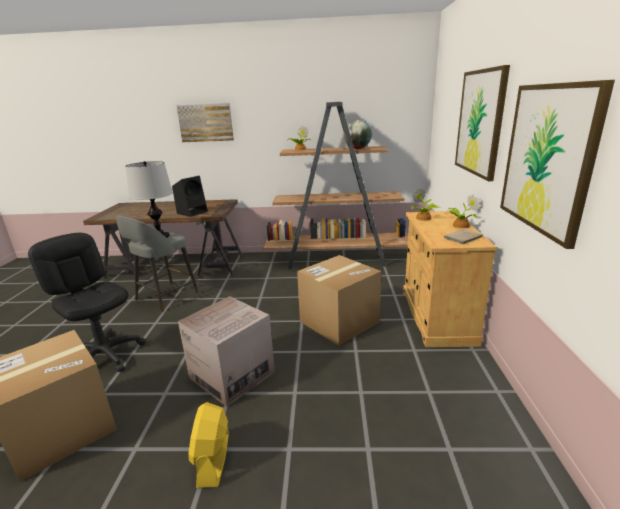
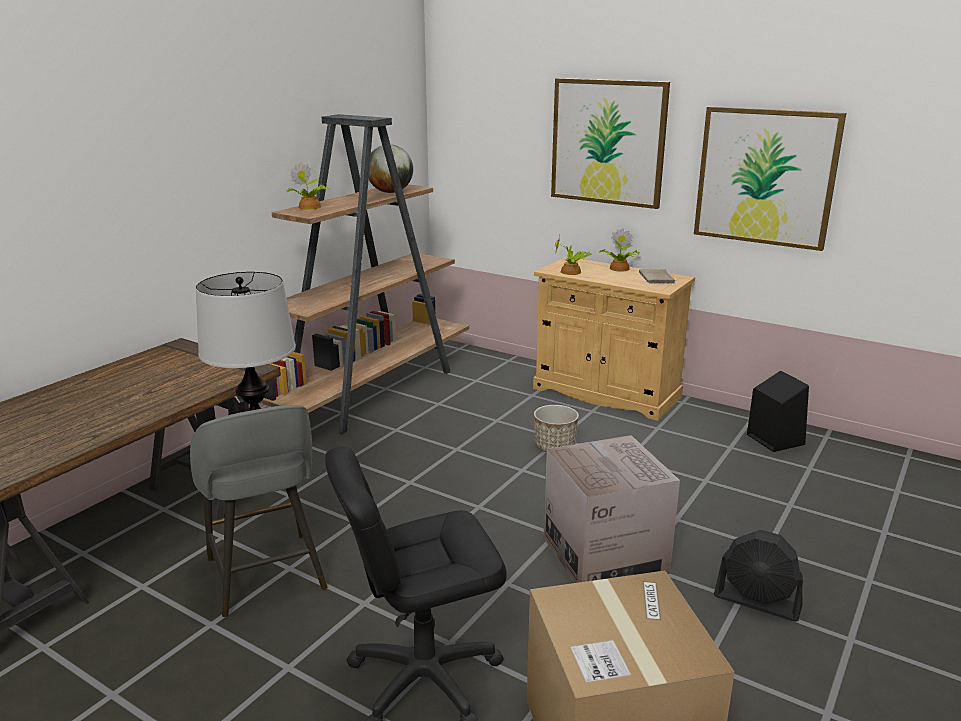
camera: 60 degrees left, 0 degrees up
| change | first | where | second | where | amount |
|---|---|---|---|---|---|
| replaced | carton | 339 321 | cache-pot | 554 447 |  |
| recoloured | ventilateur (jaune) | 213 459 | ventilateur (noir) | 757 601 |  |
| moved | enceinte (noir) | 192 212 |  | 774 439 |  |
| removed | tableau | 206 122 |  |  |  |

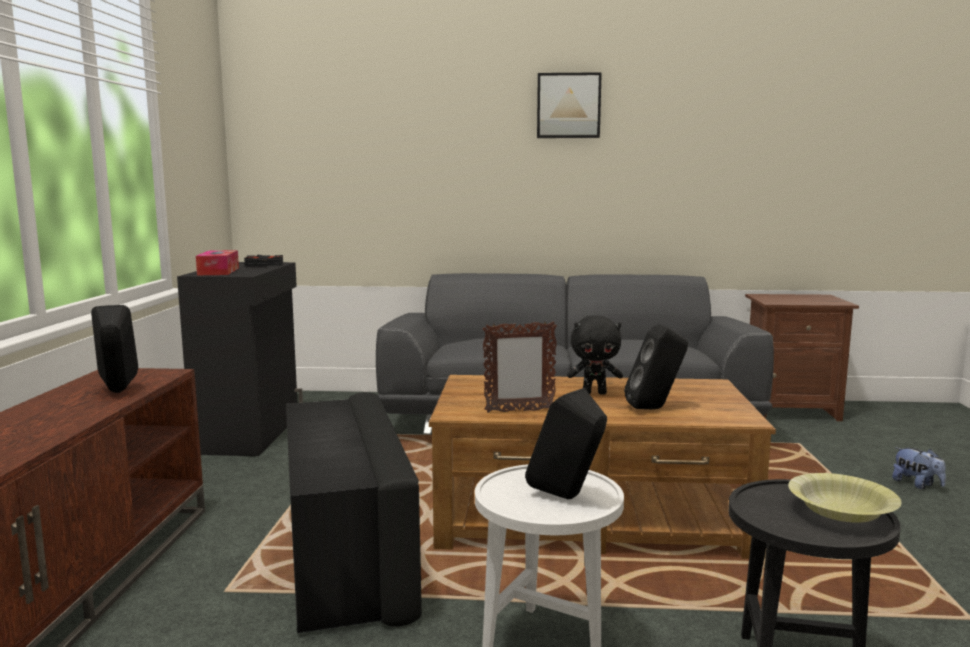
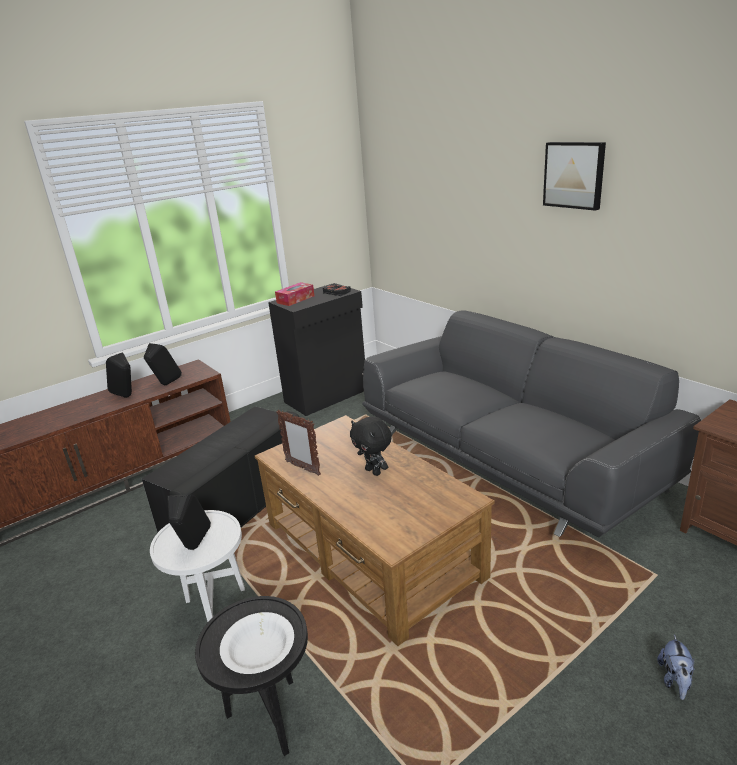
camera: 50 degrees right, 15 degrees up
| change | first | where | second | where | amount |
|---|---|---|---|---|---|
| moved | enceinte (noir) | 655 408 |  | 127 397 |  |
| recoloured | bol (jaune) | 841 510 | bol (blanc) | 259 651 |  |

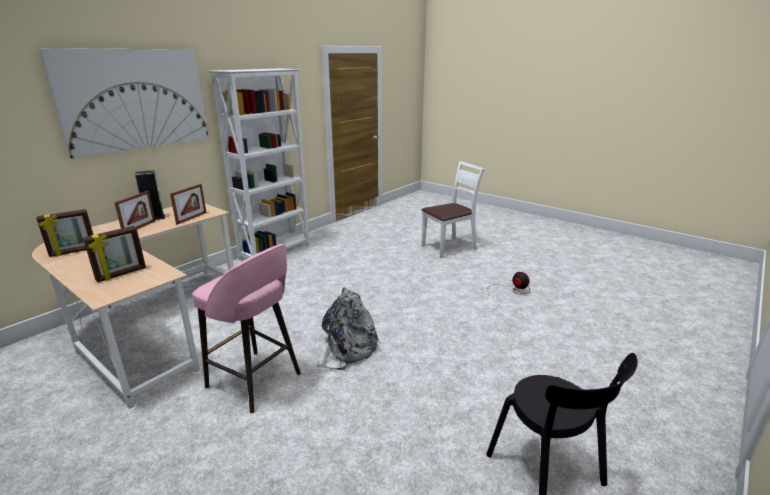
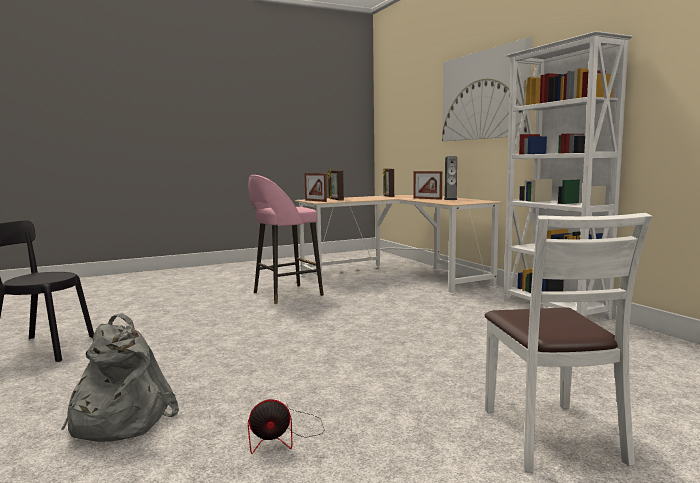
camera: 115 degrees right, 15 degrees down
| change | first | where | second | where | amount |
|---|---|---|---|---|---|
| moved | sac à dos (gris) | 348 349 |  | 118 420 |  |
| moved | cadre photo | 191 218 |  | 315 201 |  |

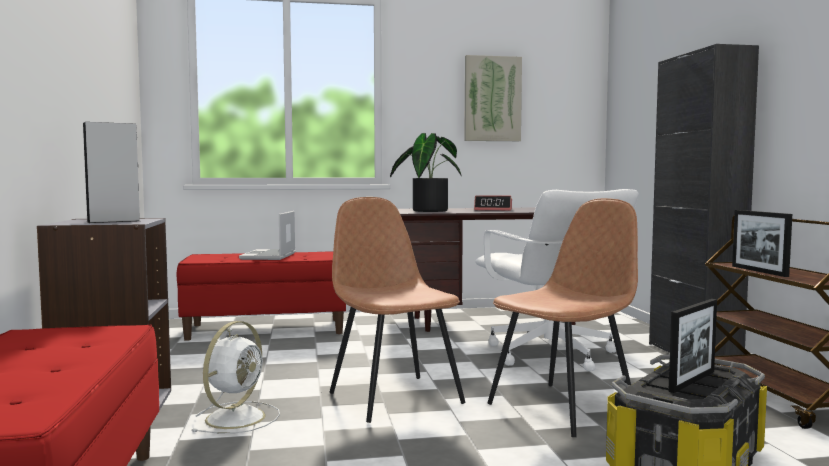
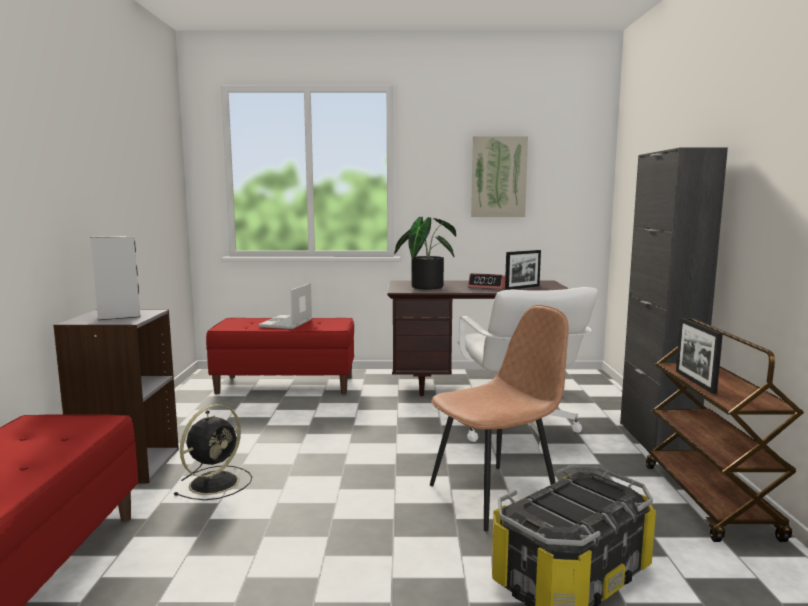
camera: 10 degrees right, 5 degrees up
| change | first | where | second | where | amount |
|---|---|---|---|---|---|
| recoloured | ventilateur (blanc) | 237 417 | ventilateur (noir) | 216 482 |  |
| moved | cadre photo | 692 381 |  | 522 287 |  |
| removed | chaise (marron) | 394 397 |  |  |  |

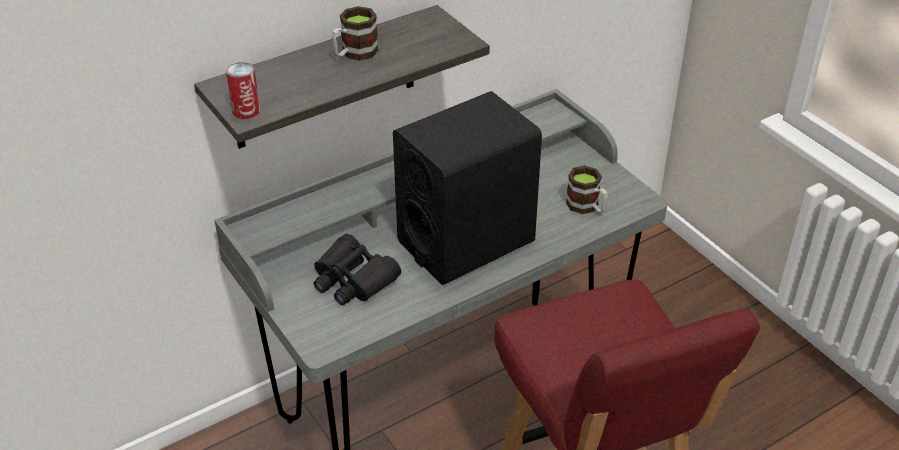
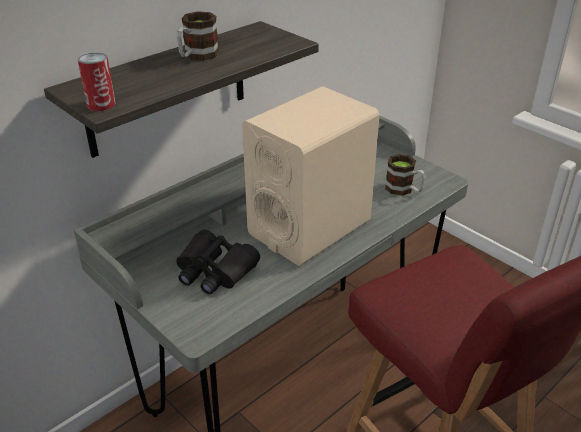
camera: 10 degrees left, 5 degrees down
| change | first | where | second | where | amount |
|---|---|---|---|---|---|
| recoloured | enceinte (noir) | 466 241 | enceinte (beige) | 310 227 |  |

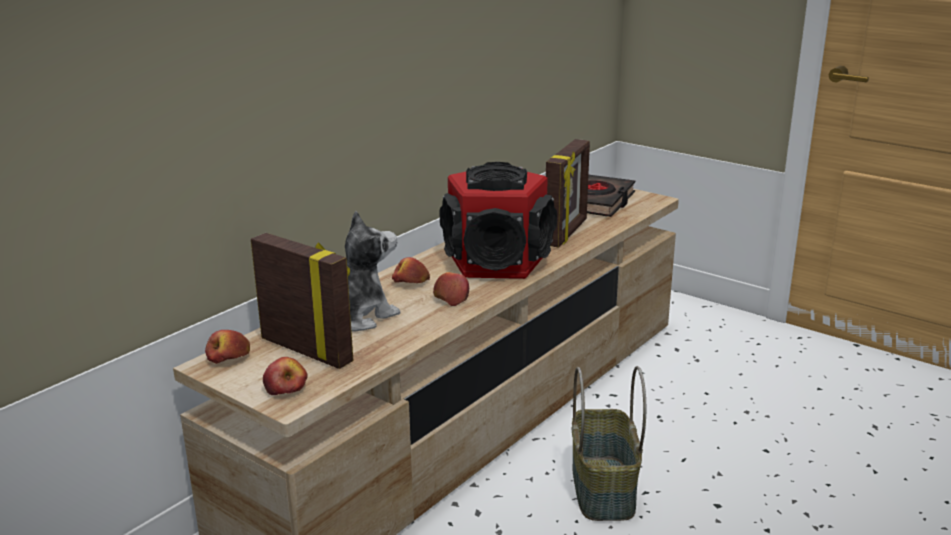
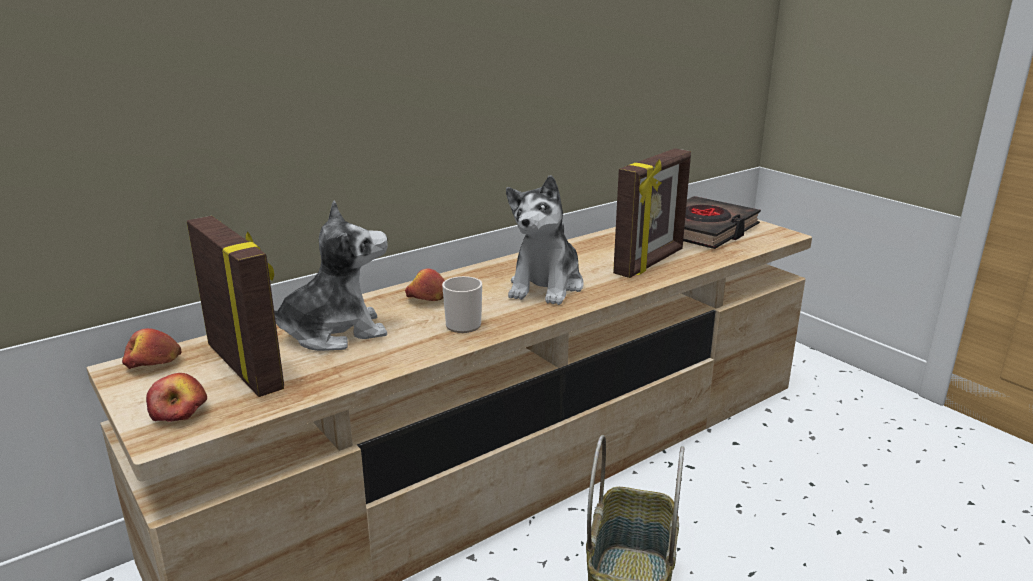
camera: 15 degrees right, 0 degrees up
| change | first | where | second | where | amount |
|---|---|---|---|---|---|
| replaced | pomme | 451 297 | mug | 461 323 |  |
| replaced | enceinte | 497 261 | peluche | 546 286 |  |

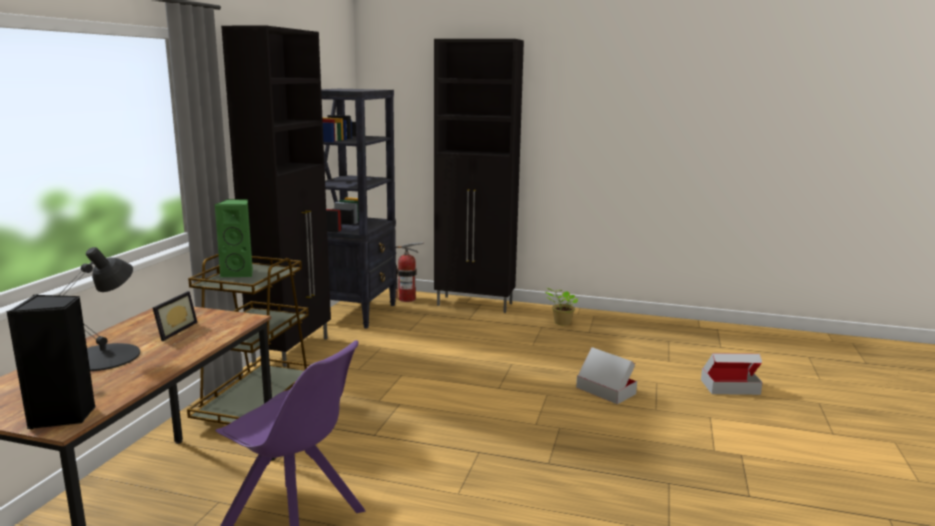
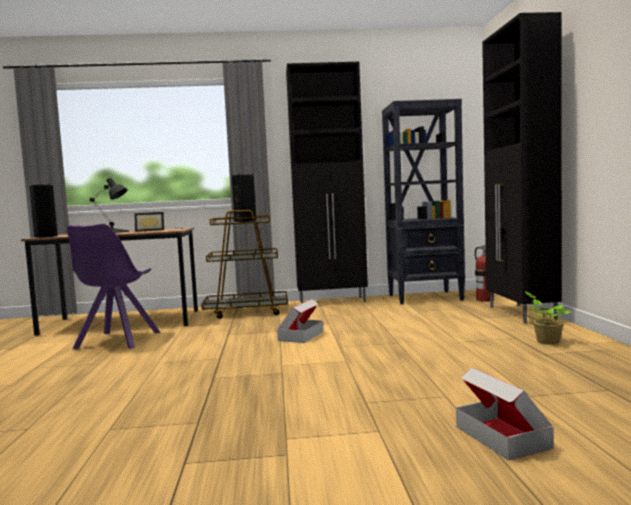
camera: 70 degrees right, 10 degrees down
| change | first | where | second | where | amount |
|---|---|---|---|---|---|
| recoloured | enceinte (vert) | 239 273 | enceinte (noir) | 245 221 |  |
| moved | carton | 605 390 |  | 301 336 |  |

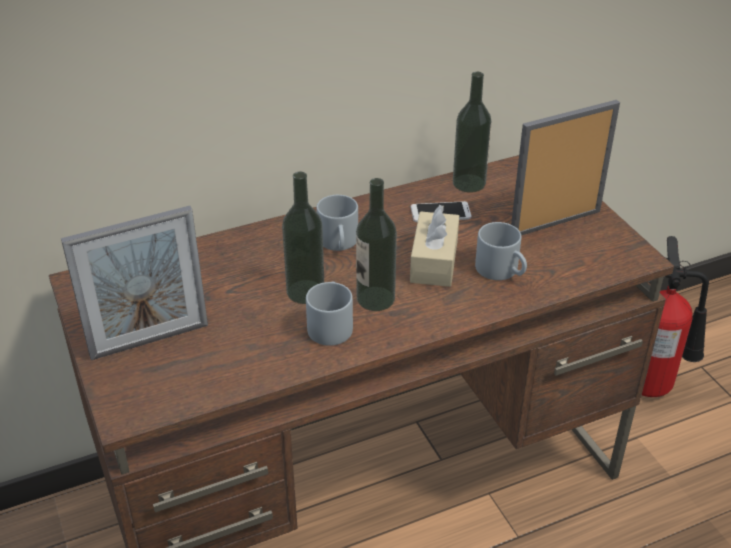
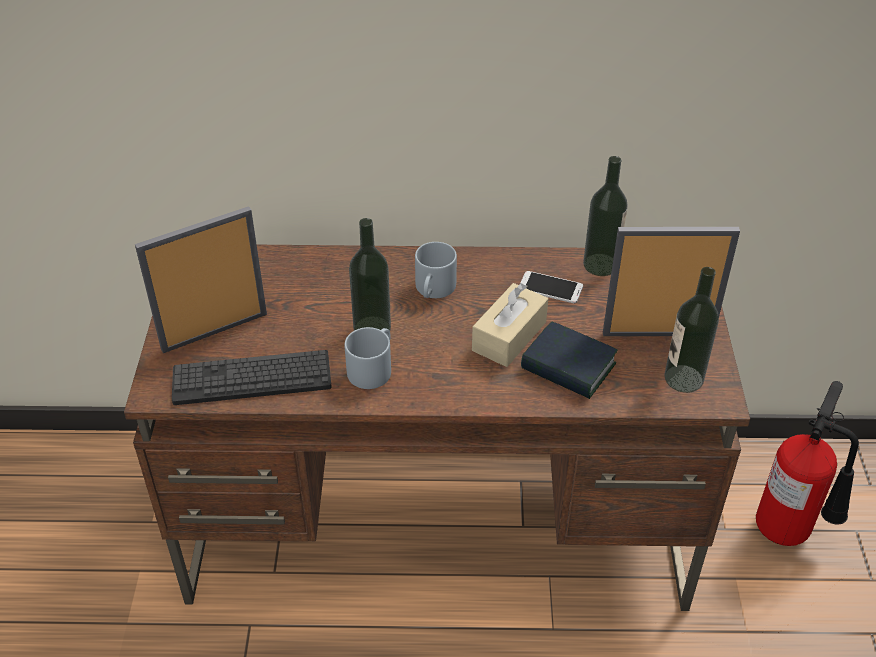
camera: 25 degrees right, 5 degrees up
| change | first | where | second | where | amount |
|---|---|---|---|---|---|
| turned | cadre photo | 149 340 |  | 214 331 | 150 degrees clockwise |
| added |  |  | clavier | 252 379 |  |
| replaced | mug (gris) | 502 270 | livre | 568 367 |  |
| moved | bouteille | 375 299 |  | 683 378 |  |

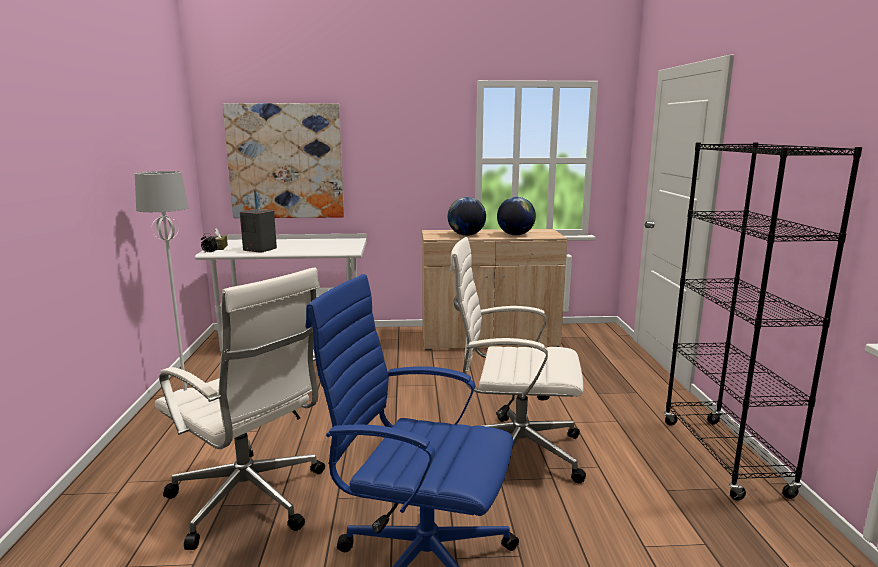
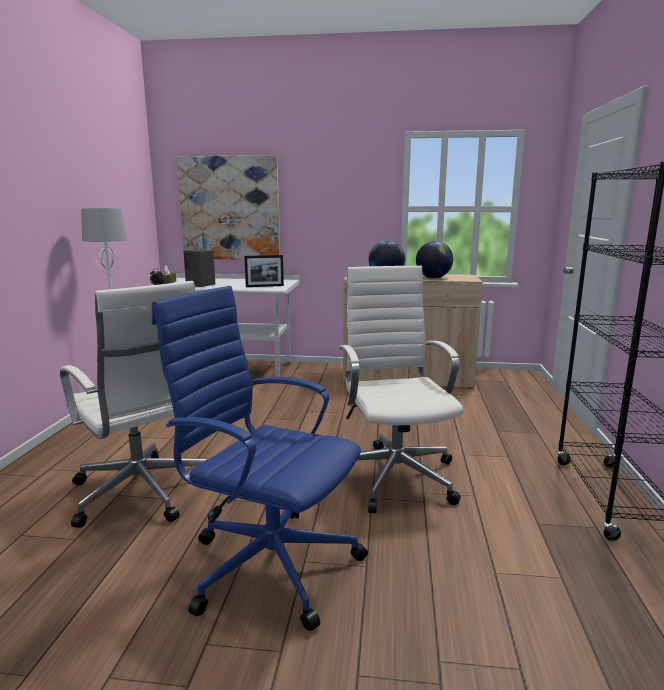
camera: 10 degrees right, 0 degrees up
| change | first | where | second | where | amount |
|---|---|---|---|---|---|
| added |  |  | cadre photo | 264 286 |  |
| turned | chaise de bureau (blanc) | 514 452 |  | 394 475 | 60 degrees clockwise |

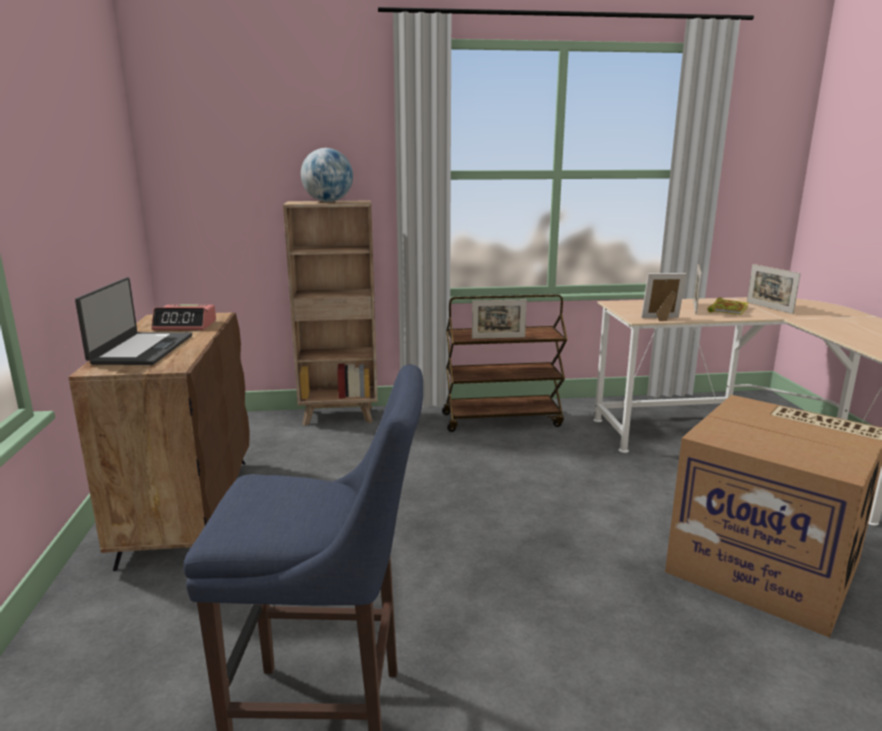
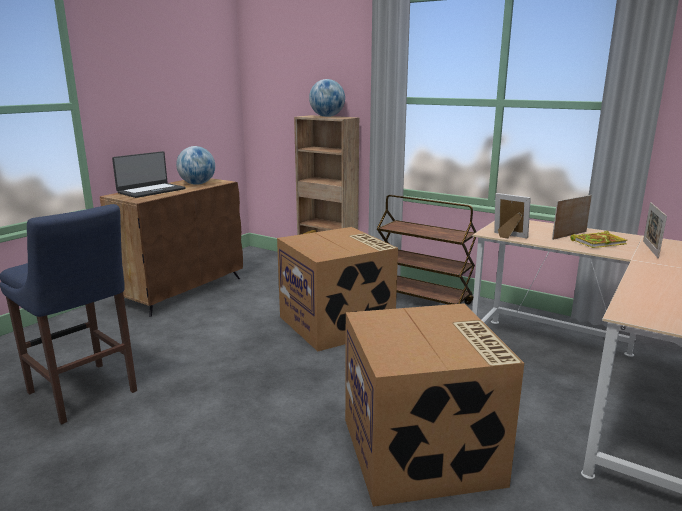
camera: 40 degrees right, 0 degrees up
| change | first | where | second | where | amount |
|---|---|---|---|---|---|
| replaced | réveil | 185 325 | globe | 197 184 |  |
| added |  |  | carton | 337 324 |  |
| removed | cadre photo | 498 337 |  |  |  |

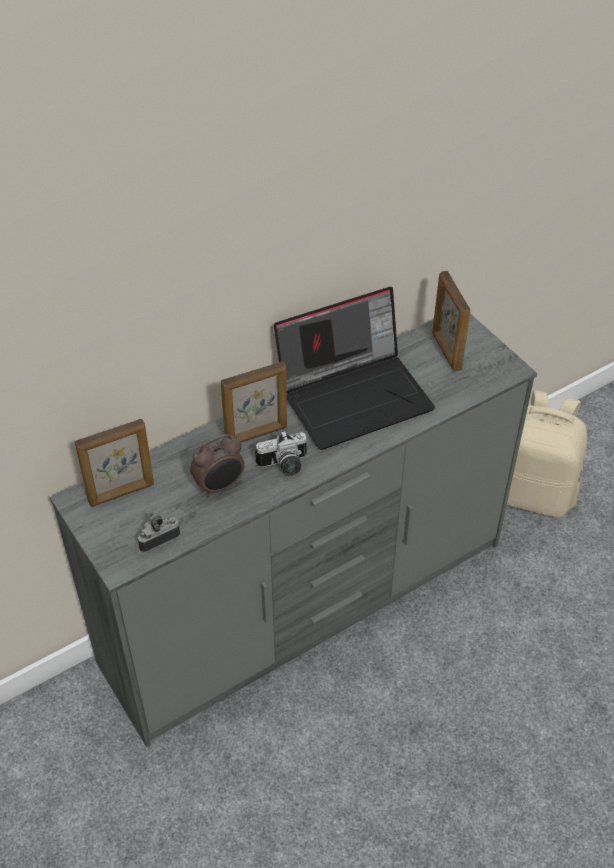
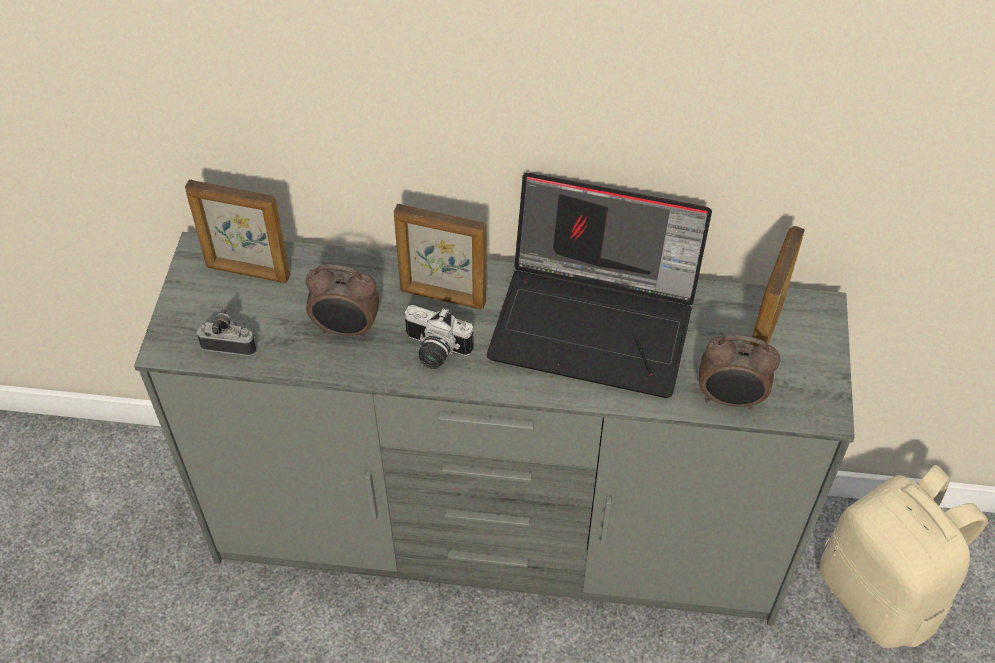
camera: 40 degrees right, 5 degrees up
| change | first | where | second | where | amount |
|---|---|---|---|---|---|
| added |  |  | réveil | 730 399 |  |

